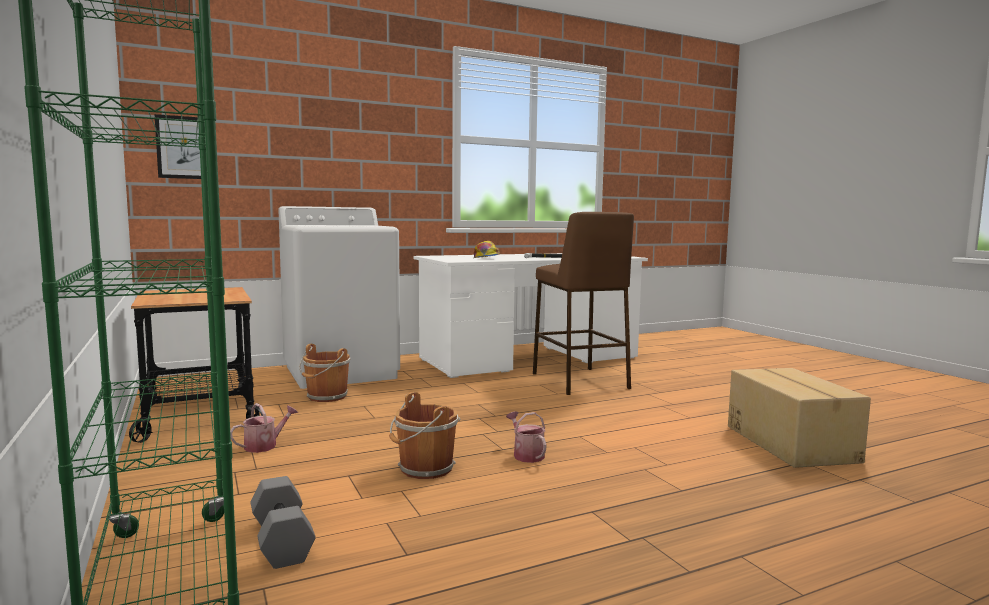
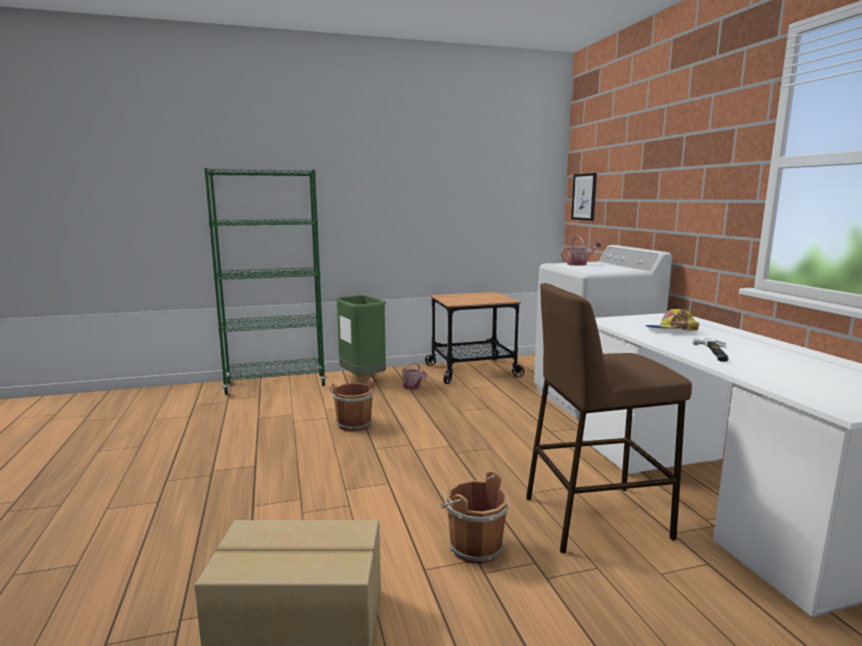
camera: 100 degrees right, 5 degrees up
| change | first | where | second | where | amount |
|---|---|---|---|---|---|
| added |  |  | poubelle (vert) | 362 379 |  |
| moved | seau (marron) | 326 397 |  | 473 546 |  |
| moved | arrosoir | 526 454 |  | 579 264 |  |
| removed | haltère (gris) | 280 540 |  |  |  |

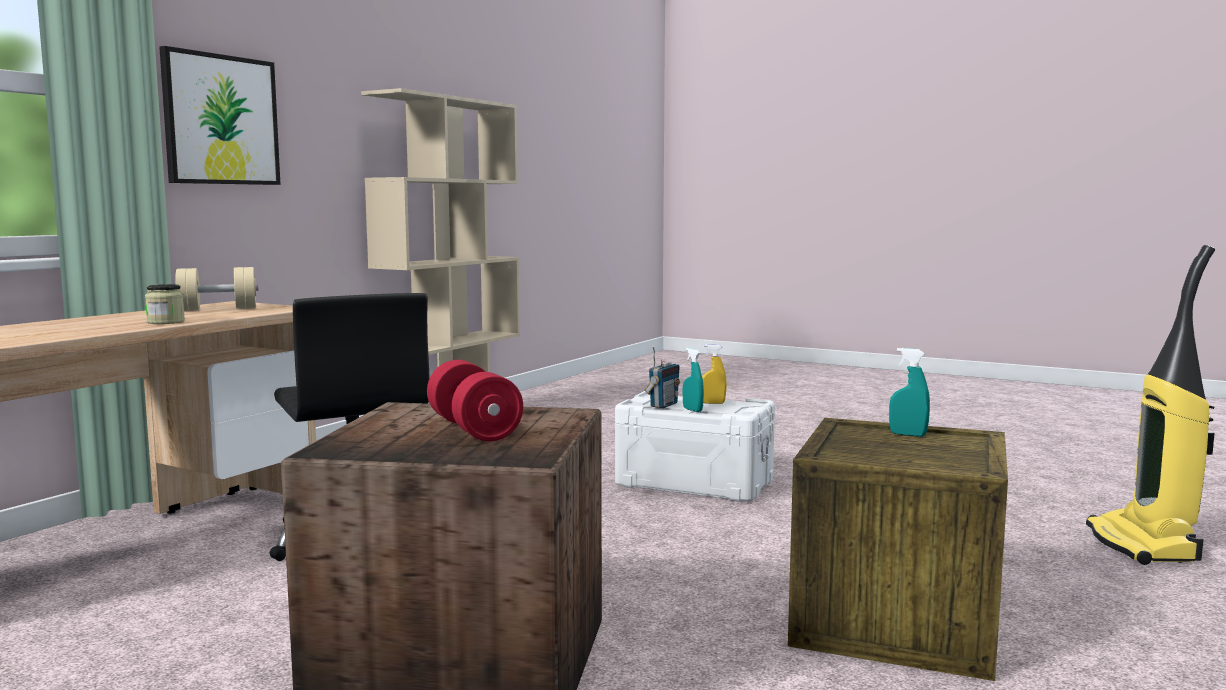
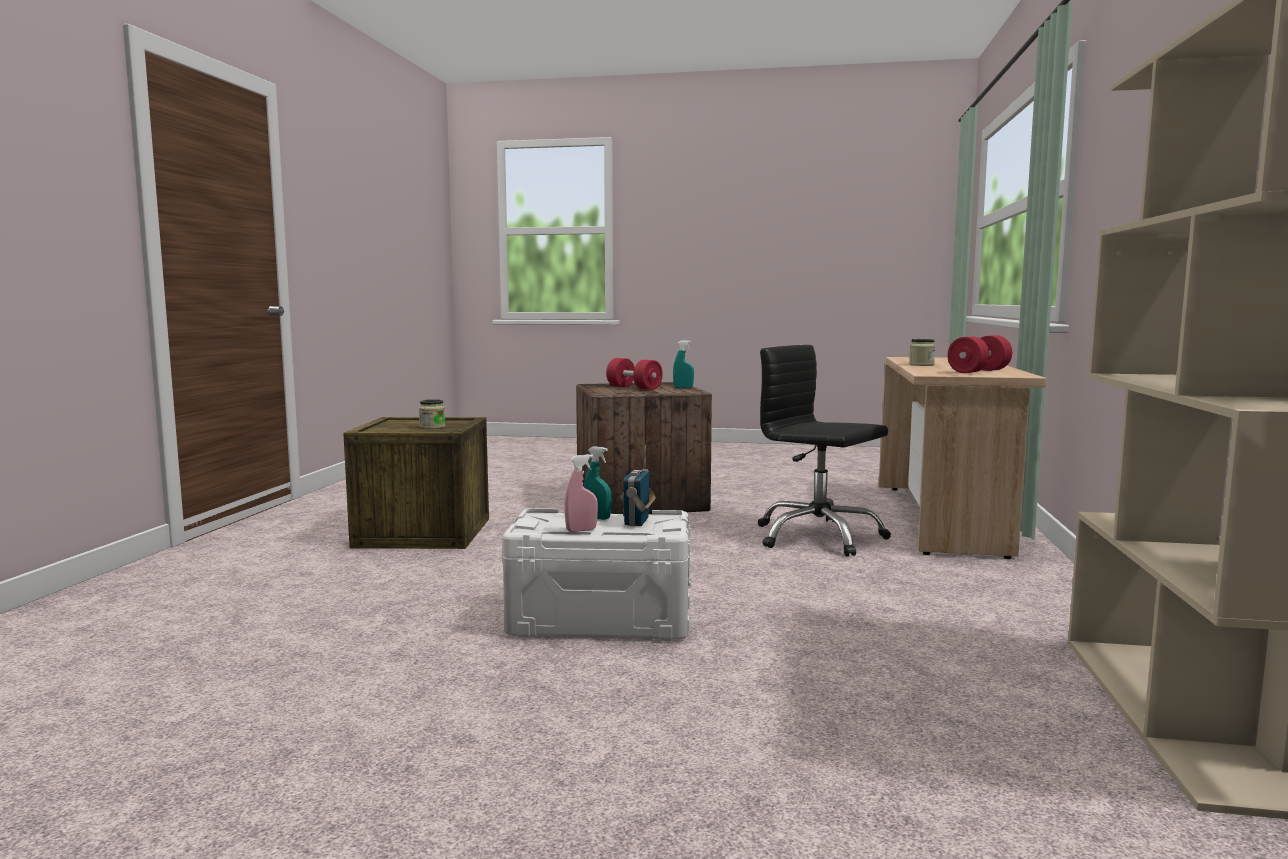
camera: 160 degrees right, 0 degrees up
| change | first | where | second | where | amount |
|---|---|---|---|---|---|
| added |  |  | bocal | 432 427 |  |
| recoloured | vaporisateur (jaune) | 712 403 | vaporisateur (rose) | 581 530 |  |
| moved | vaporisateur (turquoise) | 908 434 |  | 683 388 |  |
| recoloured | haltère (beige) | 218 308 | haltère (rouge) | 979 371 |  |
| removed | tableau | 221 120 |  |  |  |
| removed | aspirateur | 1144 545 |  |  |  |

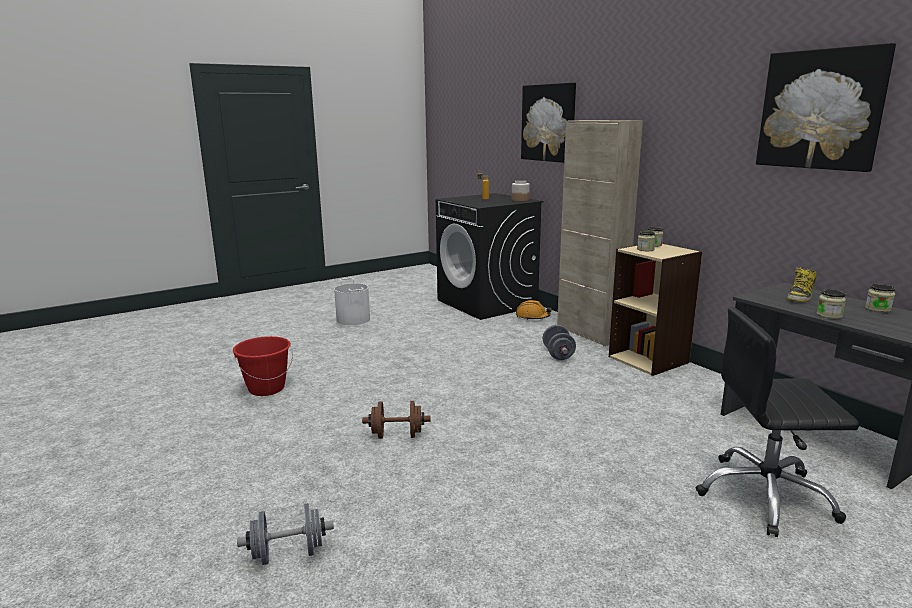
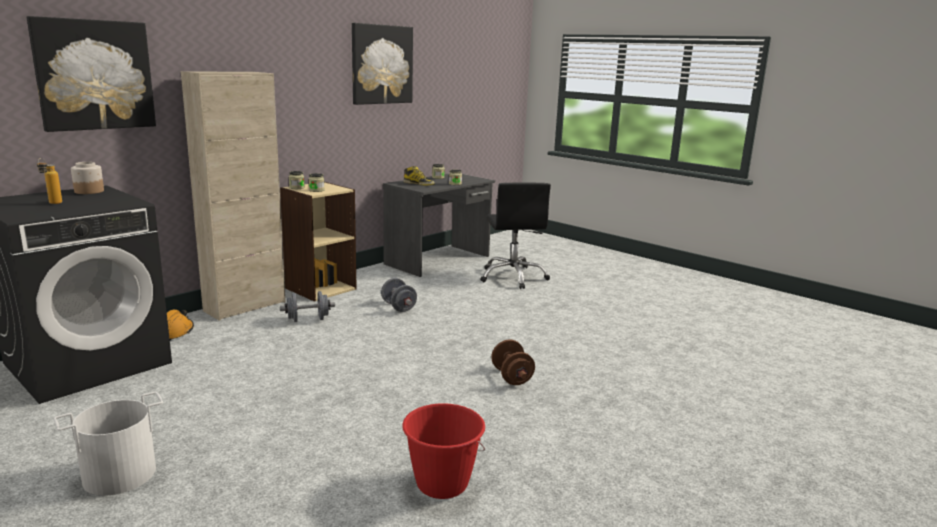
camera: 105 degrees left, 0 degrees up
| change | first | where | second | where | amount |
|---|---|---|---|---|---|
| moved | haltère (gris) | 288 554 |  | 398 307 |  |

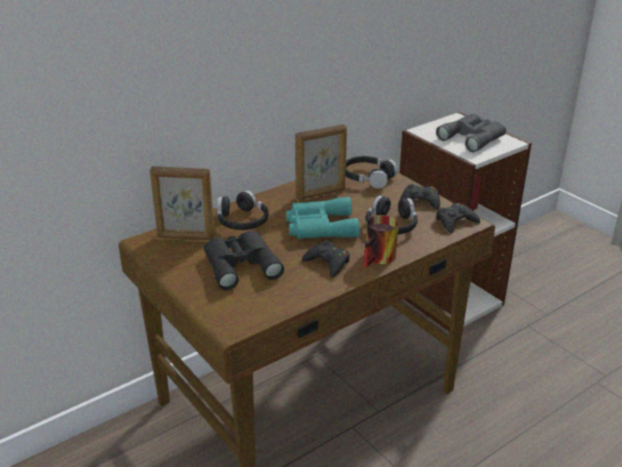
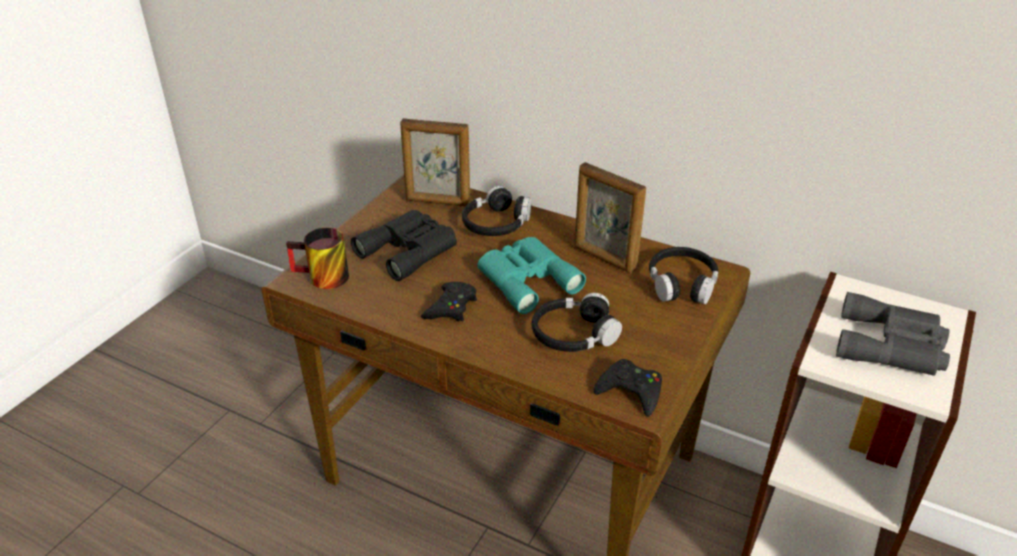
camera: 65 degrees right, 5 degrees up
| change | first | where | second | where | amount |
|---|---|---|---|---|---|
| moved | mug | 380 259 |  | 321 279 |  |
| turned | cadre photo | 186 237 |  | 438 202 | 60 degrees counterclockwise |
| removed | manette (noir) | 420 201 |  |  |  |

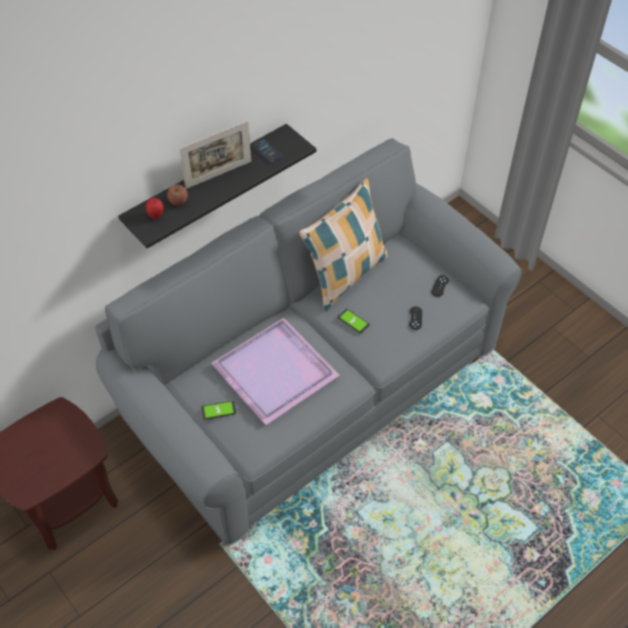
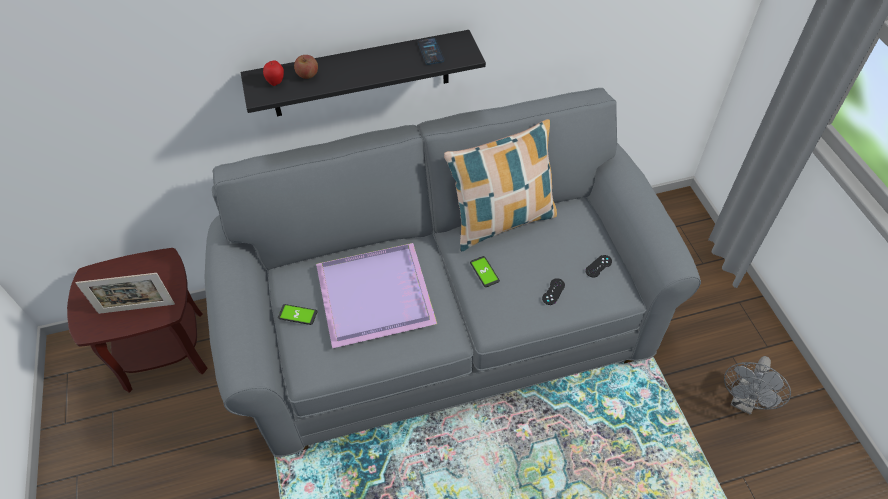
camera: 25 degrees right, 0 degrees up
| change | first | where | second | where | amount |
|---|---|---|---|---|---|
| moved | cadre photo | 218 174 |  | 136 308 |  |
| added |  |  | ventilateur (gris) | 743 402 |  |

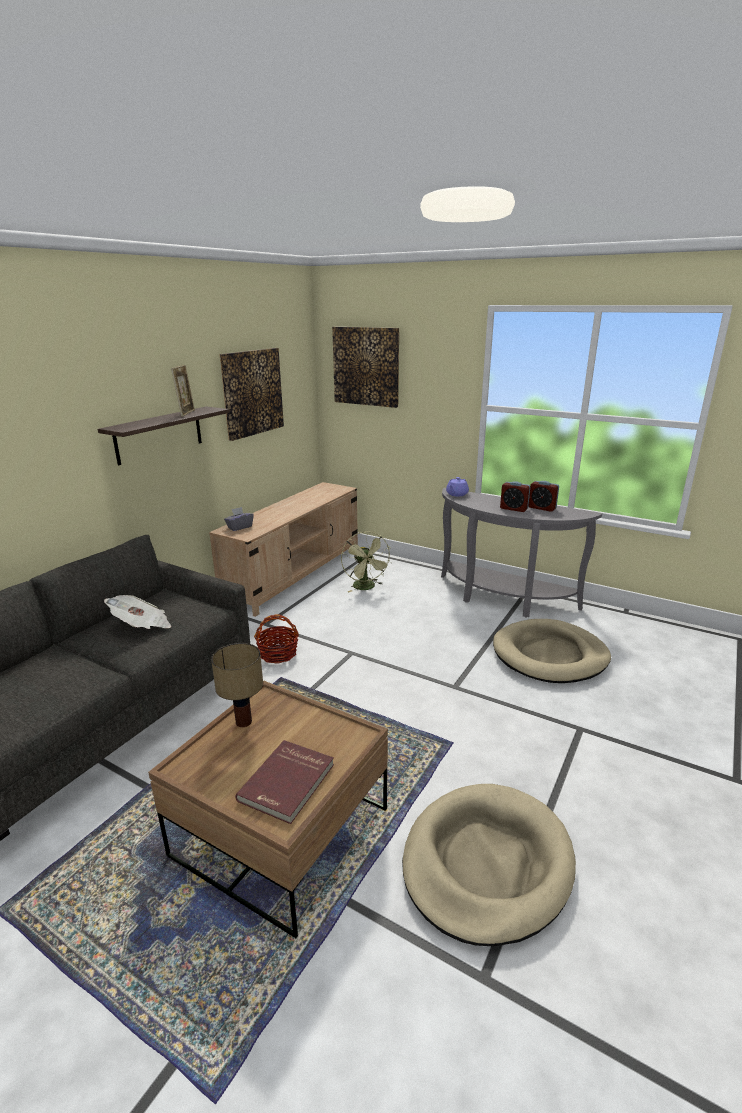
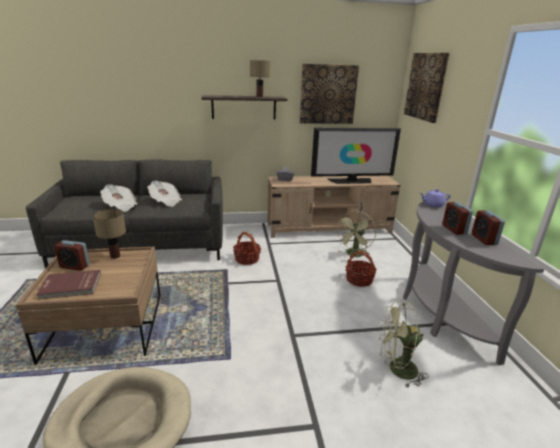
camera: 50 degrees right, 0 degrees up
| change | first | where | second | where | amount |
|---|---|---|---|---|---|
| added |  |  | réveil | 74 266 |  |
| added |  |  | journal | 120 206 |  |
| replaced | cadre photo | 186 413 | lampe de table | 259 96 |  |
| added |  |  | téléviseur | 351 181 |  |
| added |  |  | panier | 359 280 |  |
| replaced | panier pour chien (beige) | 550 655 | ventilateur (vert) | 397 370 |  |

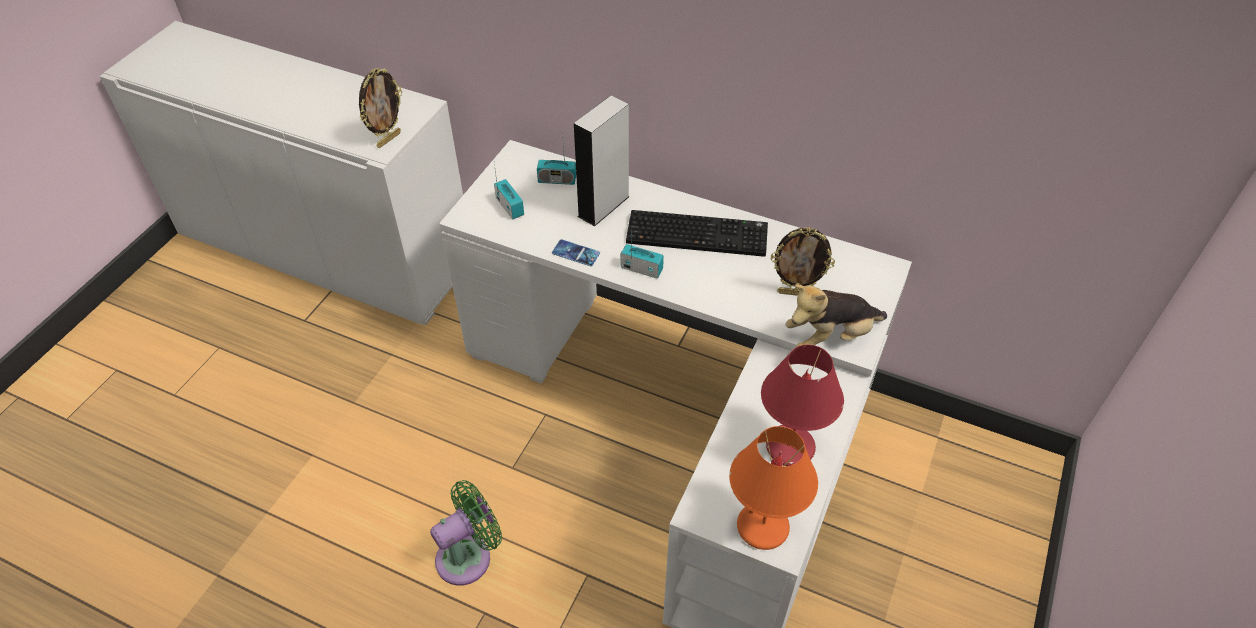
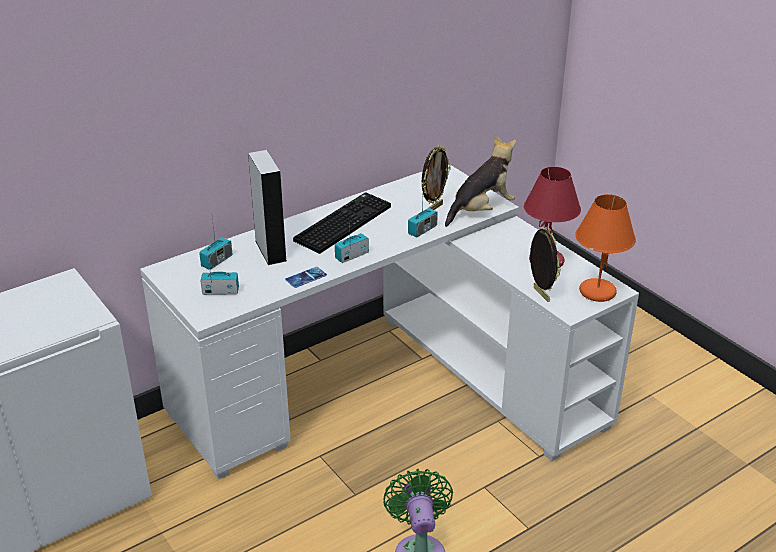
camera: 60 degrees left, 15 degrees down
| change | first | where | second | where | amount |
|---|---|---|---|---|---|
| added |  |  | radio | 422 230 |  |
| turned | peluche | 830 337 |  | 481 210 | 135 degrees counterclockwise |
| moved | cadre photo | 388 139 |  | 540 295 |  |

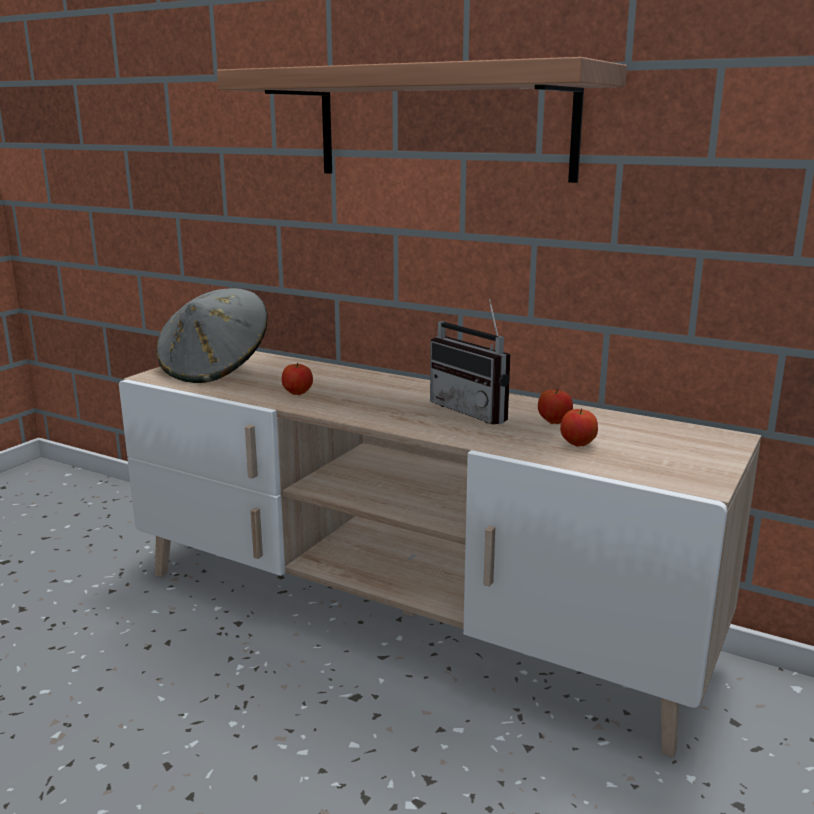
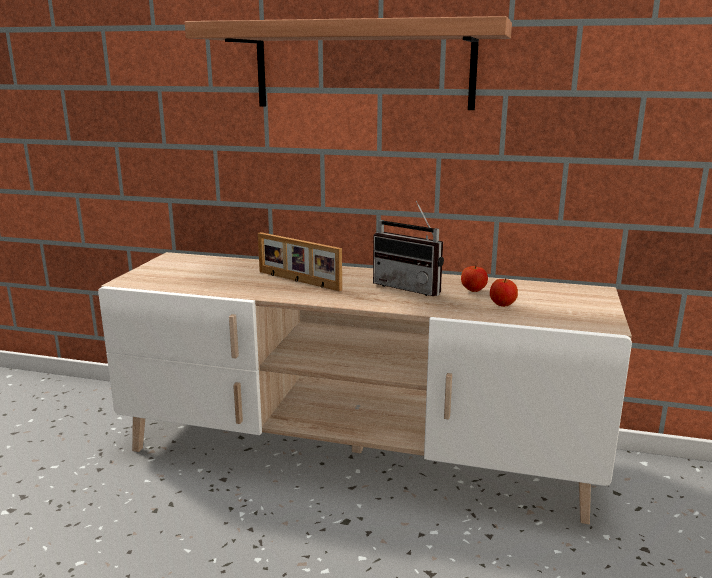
camera: 15 degrees left, 0 degrees up
| change | first | where | second | where | amount |
|---|---|---|---|---|---|
| added |  |  | cadre photo | 298 281 |  |
| removed | chapeau (gris) | 215 369 |  |  |  |
| removed | pomme | 297 393 |  |  |  |

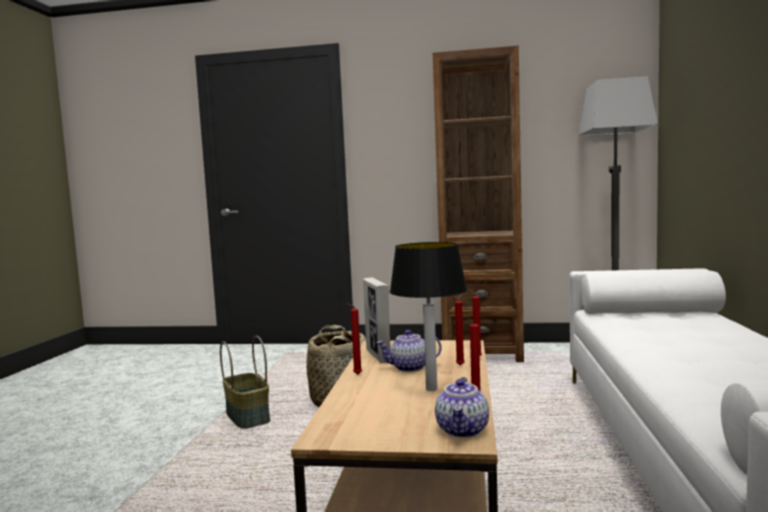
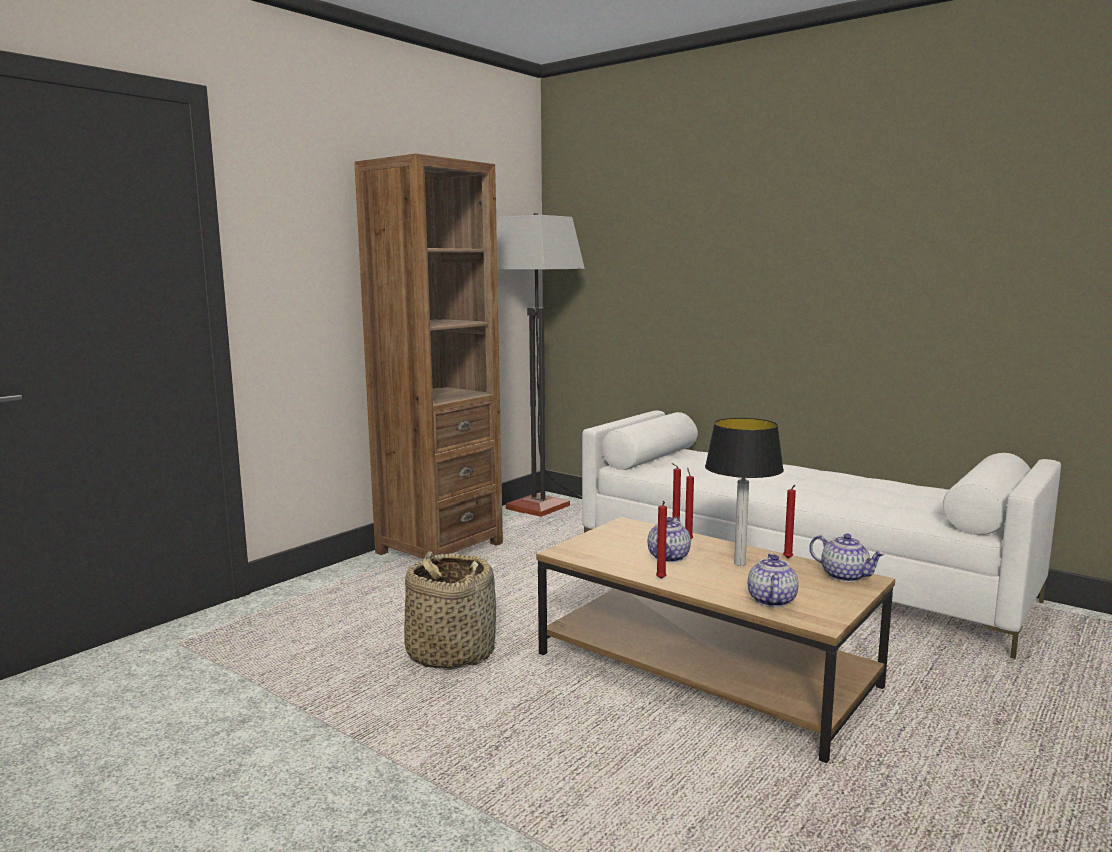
camera: 60 degrees left, 5 degrees up
| change | first | where | second | where | amount |
|---|---|---|---|---|---|
| added |  |  | théière | 771 600 |  |
| removed | panier | 248 417 |  |  |  |
| removed | cadre photo | 378 355 |  |  |  |

